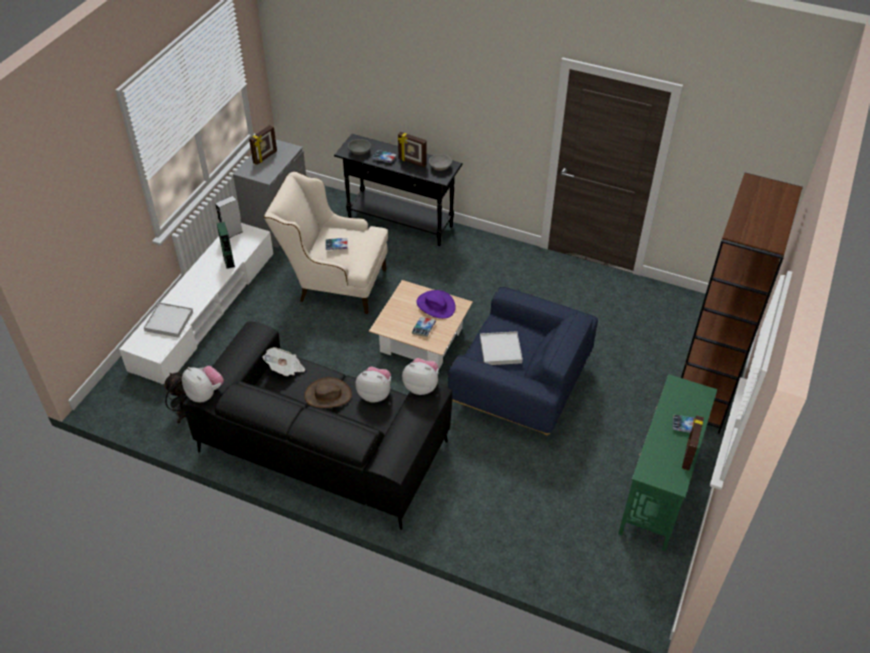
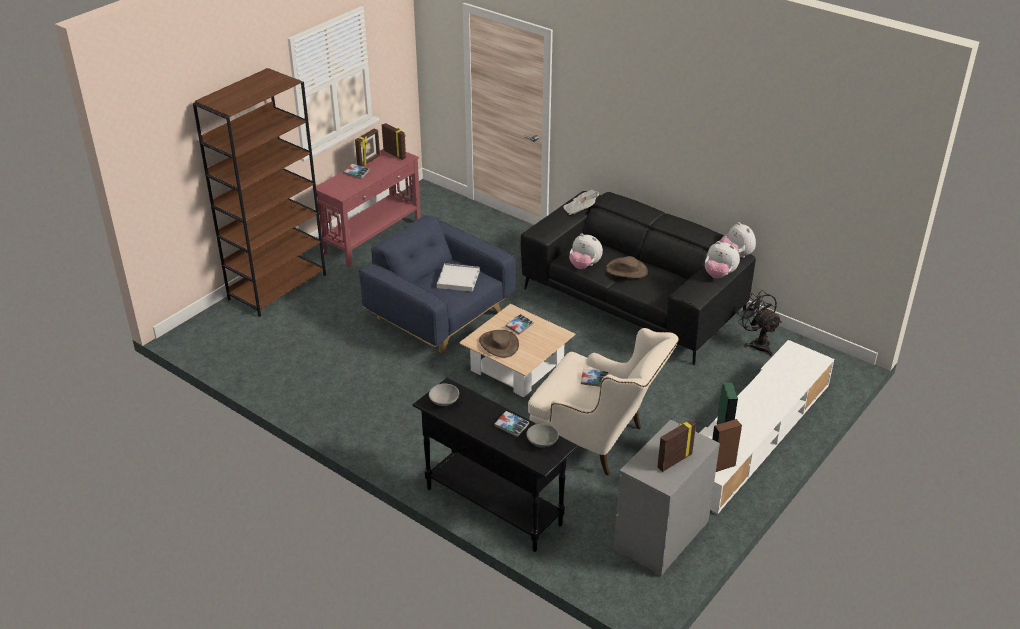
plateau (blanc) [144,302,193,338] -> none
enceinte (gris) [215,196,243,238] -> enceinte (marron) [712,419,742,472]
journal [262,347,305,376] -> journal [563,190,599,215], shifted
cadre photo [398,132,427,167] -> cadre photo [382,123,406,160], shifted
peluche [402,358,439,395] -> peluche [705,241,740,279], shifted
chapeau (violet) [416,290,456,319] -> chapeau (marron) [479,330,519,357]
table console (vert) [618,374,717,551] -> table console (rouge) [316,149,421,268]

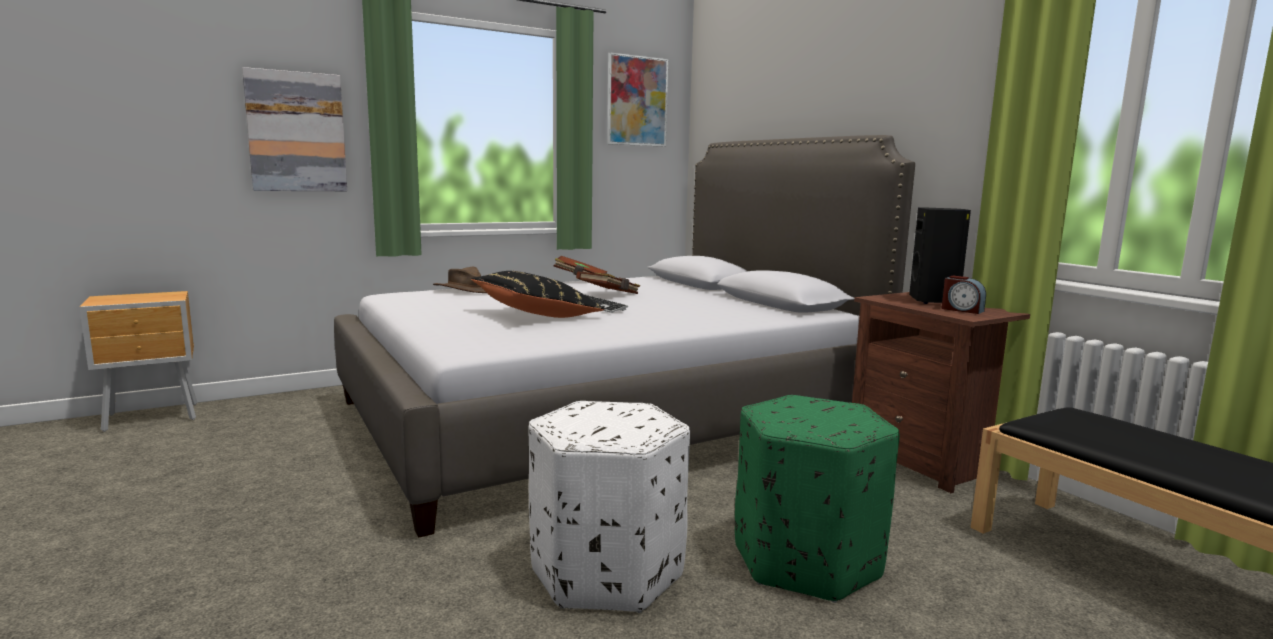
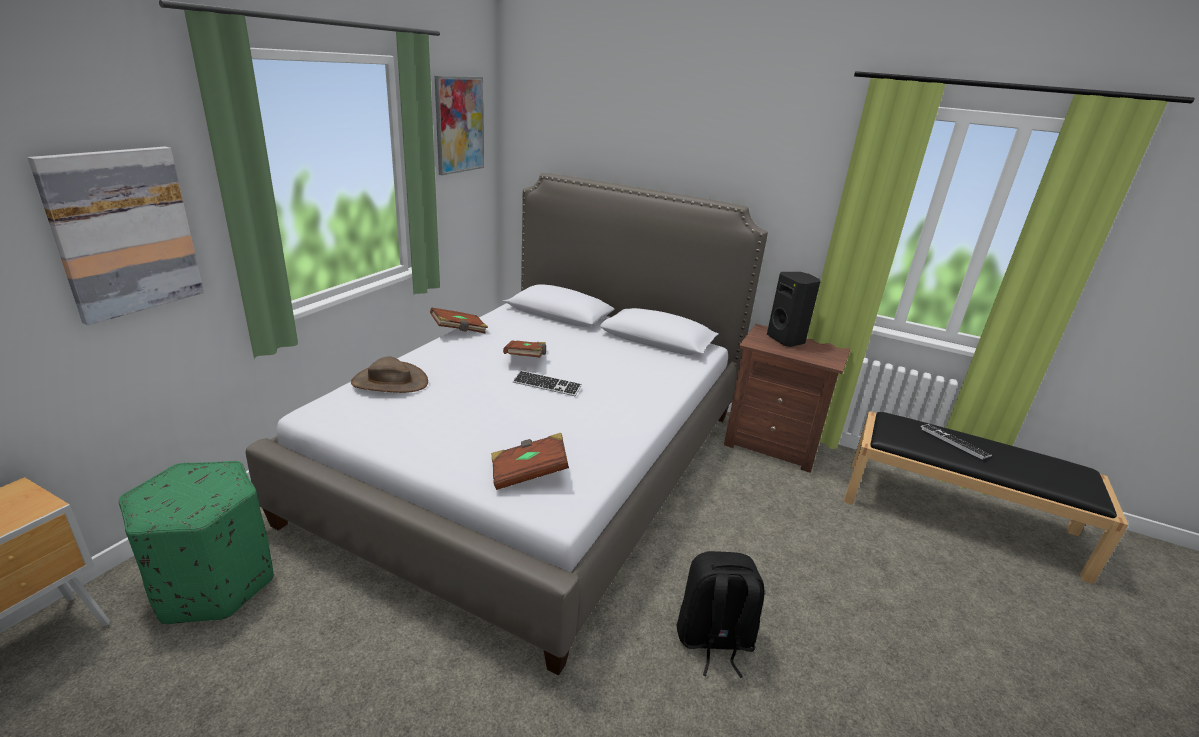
coussin (noir) [471,271,605,318] -> none
pouf (blanc) [528,401,690,613] -> sac à dos (noir) [677,551,765,678]
pouf (vert) [735,395,900,603] -> pouf (vert) [119,461,274,624], shifted
réveil [942,276,986,314] -> none
none -> livre (marron) [492,433,569,490]
none -> clavier [921,424,992,460]

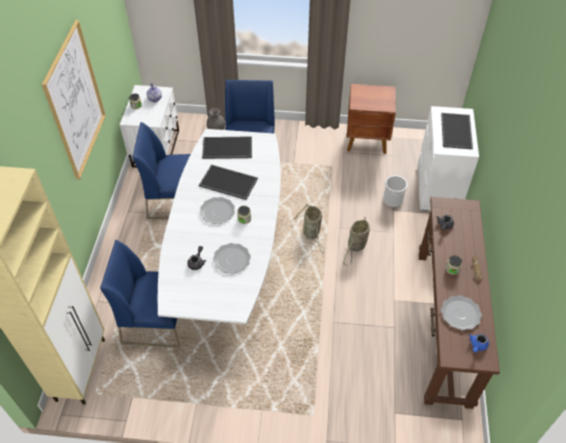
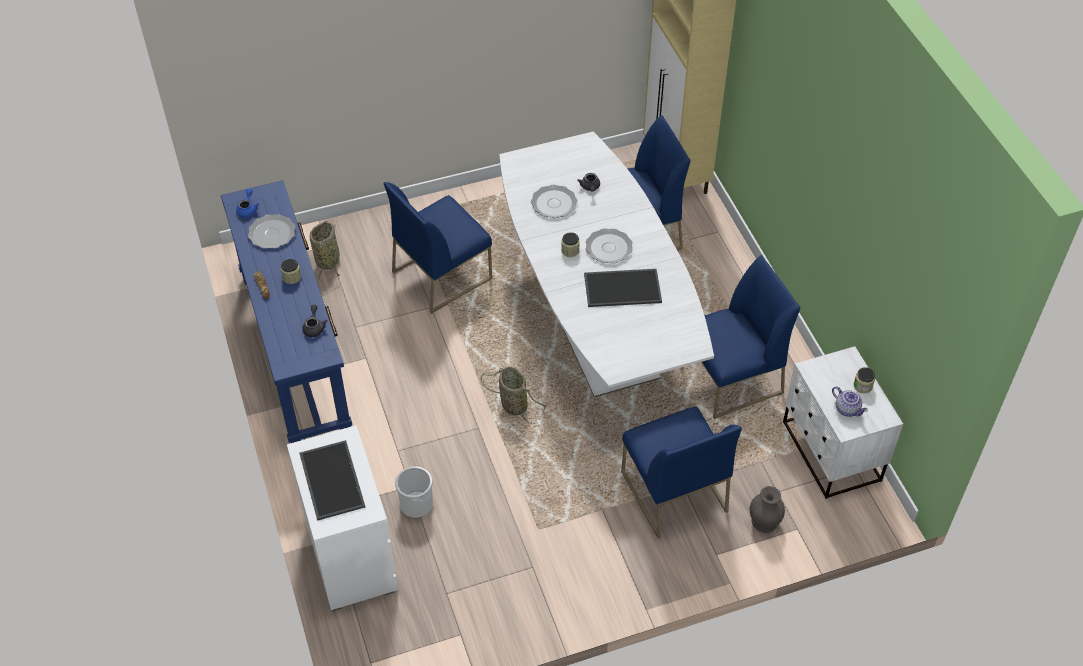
tableau [42,20,106,179] -> none
plateau [202,136,252,159] -> none
panier [343,217,370,266] -> panier [310,221,340,281], shifted
table de chevet (marron) [347,84,396,154] -> none
table console (marron) [419,197,500,409] -> table console (bleu) [221,180,352,443]
none -> chaise (bleu) [384,182,492,314]

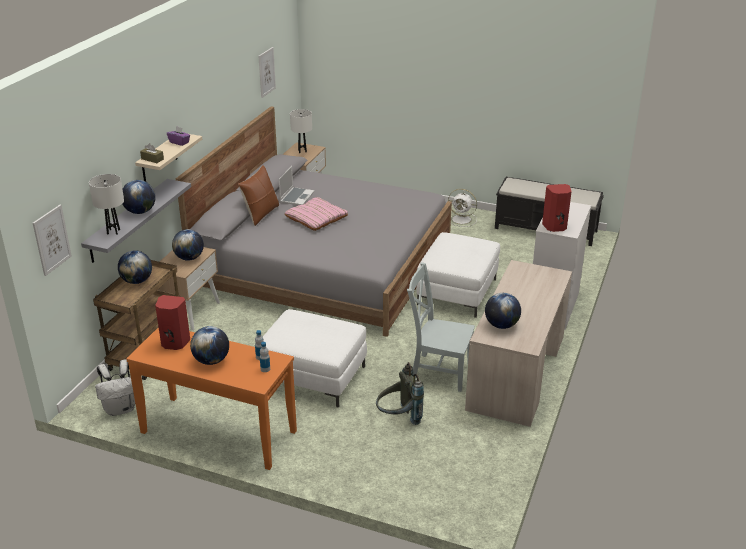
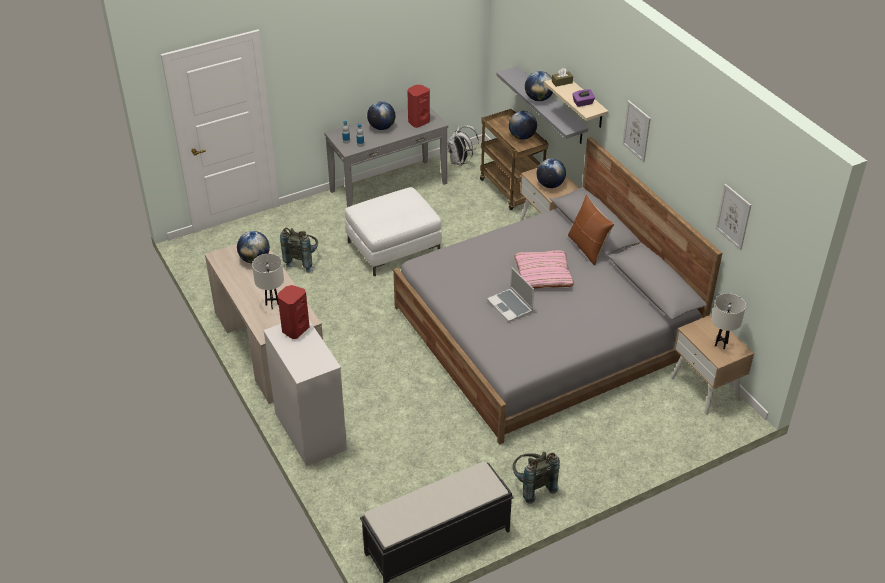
tableau [33,205,72,276] -> tableau [622,100,651,162], shifted
lampe de table (blanc) [89,174,124,235] -> lampe de table (blanc) [252,254,284,310], shifted
table console (orange) [126,327,297,470] -> table console (gris) [324,107,448,207]
ordinateur portable [279,166,315,205] -> ordinateur portable [487,267,534,322], shifted
chaise (gris) [407,262,475,392] -> none
pouf (blanc) [416,232,500,318] -> none
ventilateur (blanc) [448,189,477,227] -> sac à dos (gris) [512,452,560,504]

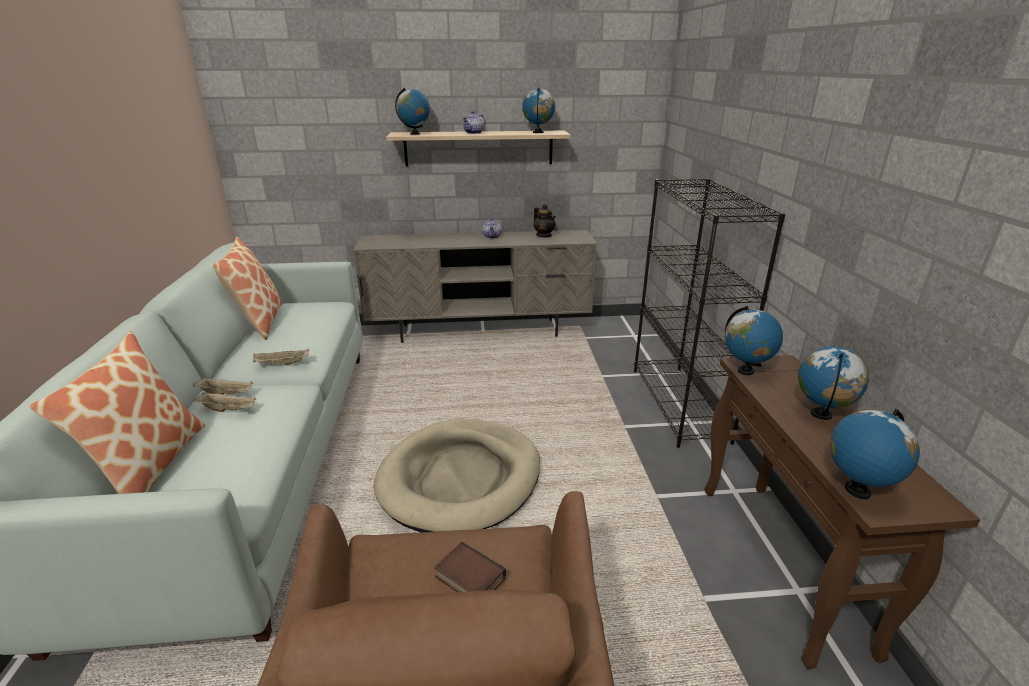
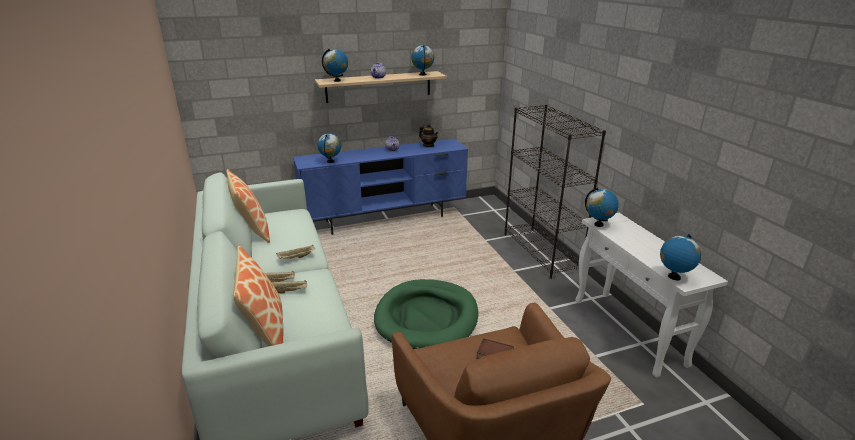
meuble télé (beige) [353,230,597,343] -> meuble télé (bleu) [293,139,468,235]
panier pour chien (beige) [373,419,540,532] -> panier pour chien (vert) [374,279,478,349]
table console (marron) [704,355,980,669] -> table console (blanc) [575,213,728,378]
globe [798,346,869,420] -> globe [317,133,341,163], shifted

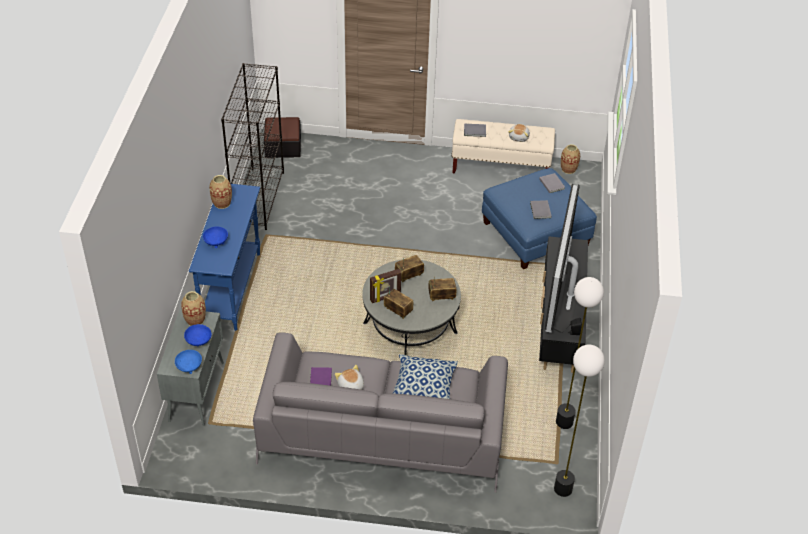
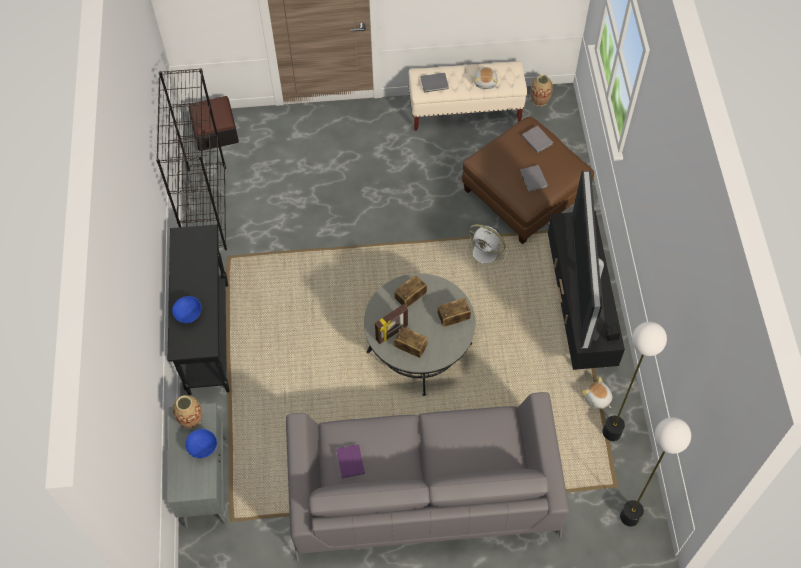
bol (bleu) [175,350,202,374] -> none
table console (bleu) [189,184,260,331] -> table console (noir) [168,224,230,396]
vase [209,175,232,209] -> none
peluche [335,365,364,390] -> peluche [582,376,612,409], shifted
coussin [393,354,458,399] -> none
pouf (bleu) [482,168,597,269] -> pouf (marron) [462,116,594,244]
none -> ventilateur (blanc) [465,224,507,265]

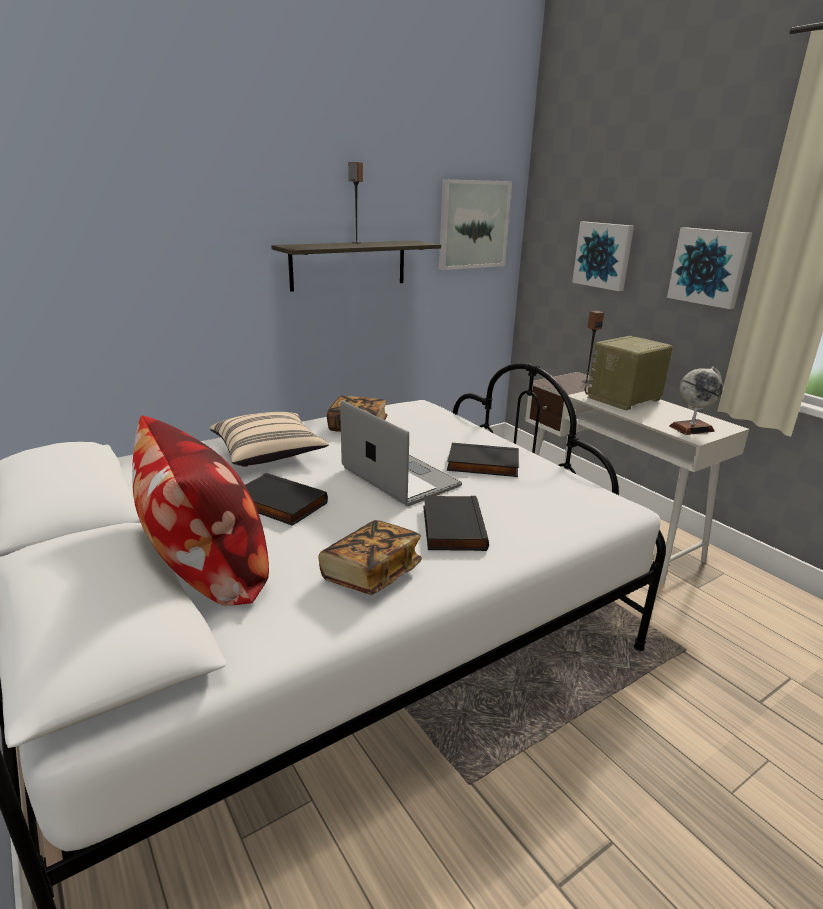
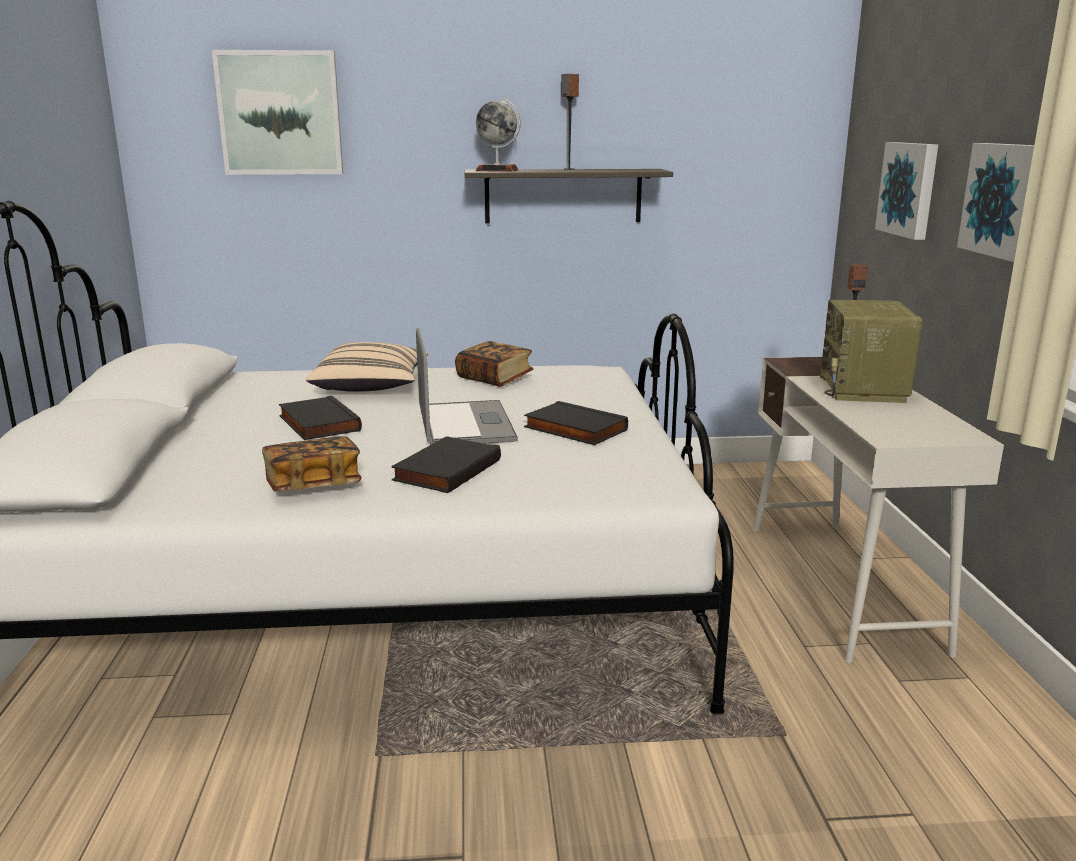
coussin [132,415,269,606] -> none
tableau [439,179,512,270] -> tableau [212,50,343,175], shifted
radio [584,336,673,410] -> radio [820,300,923,403], 75 degrees counterclockwise
globe [669,366,723,435] -> globe [476,98,521,172], shifted

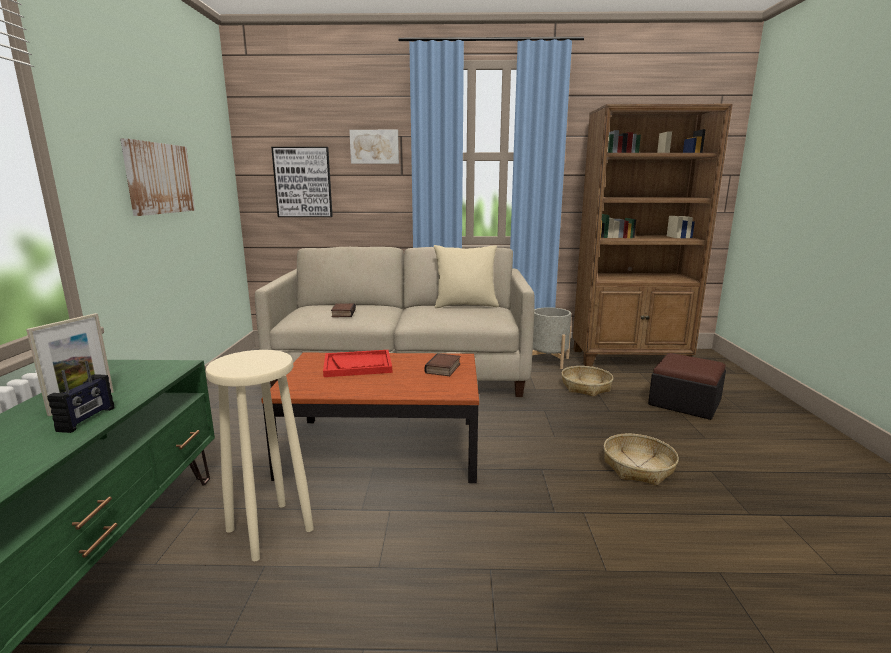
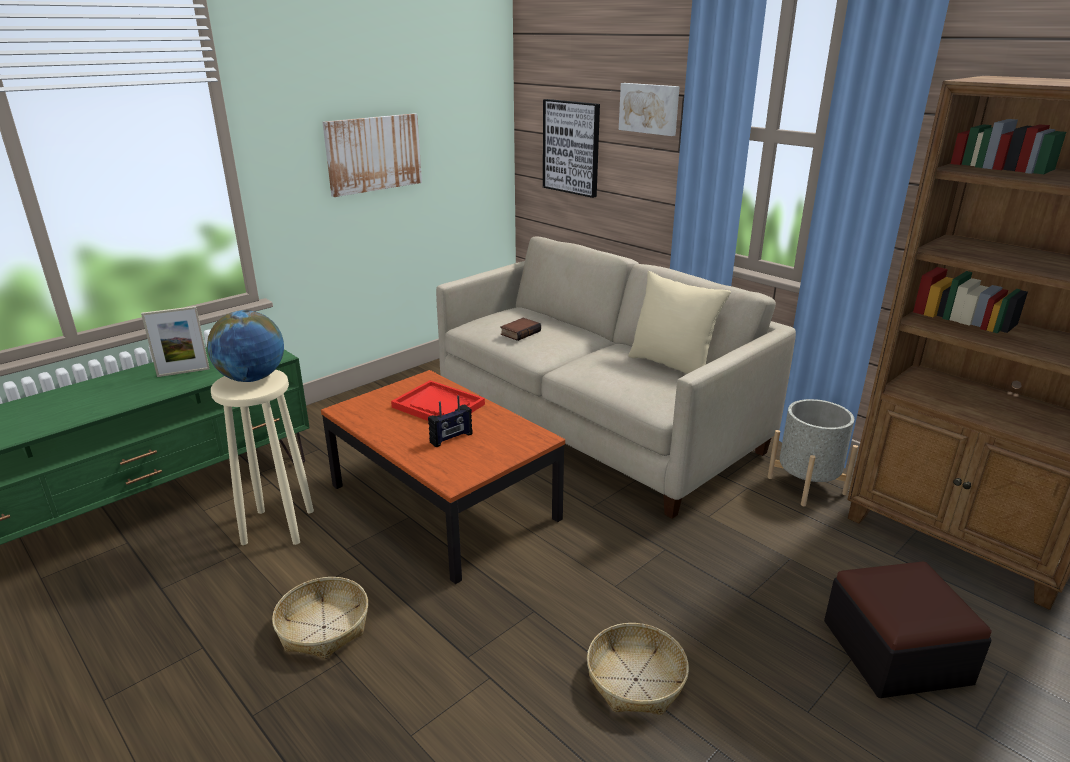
radio [47,361,114,433] -> radio [428,395,473,447], shifted
livre [424,353,461,376] -> none
panier [561,366,613,397] -> panier [272,577,368,659], shifted
none -> globe [207,310,284,382]

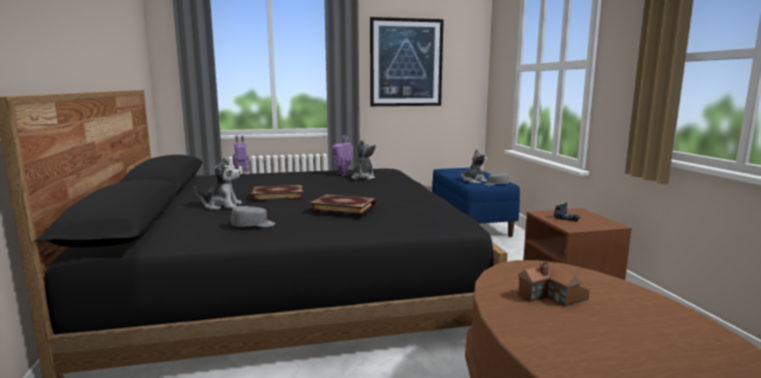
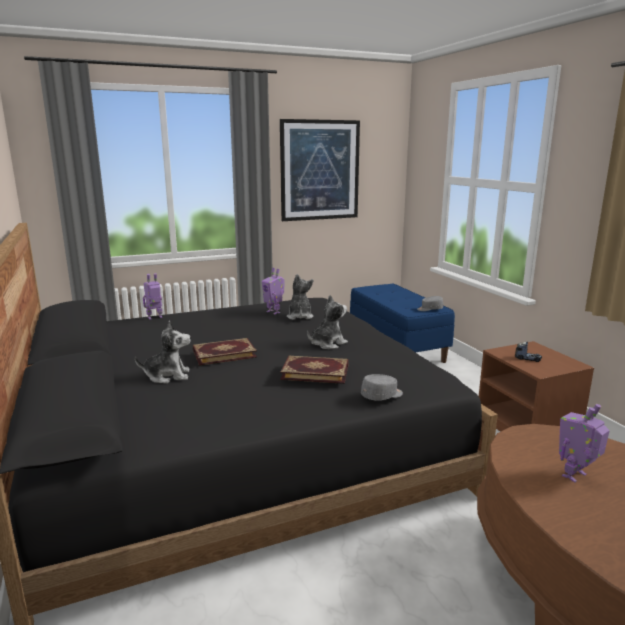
casquette (gris) [231,206,275,227] -> casquette (gris) [361,374,403,401], shifted
peluche [461,149,488,183] -> peluche [307,295,348,349], shifted
maison miniature [518,262,590,307] -> robot jouet [559,404,610,482]

